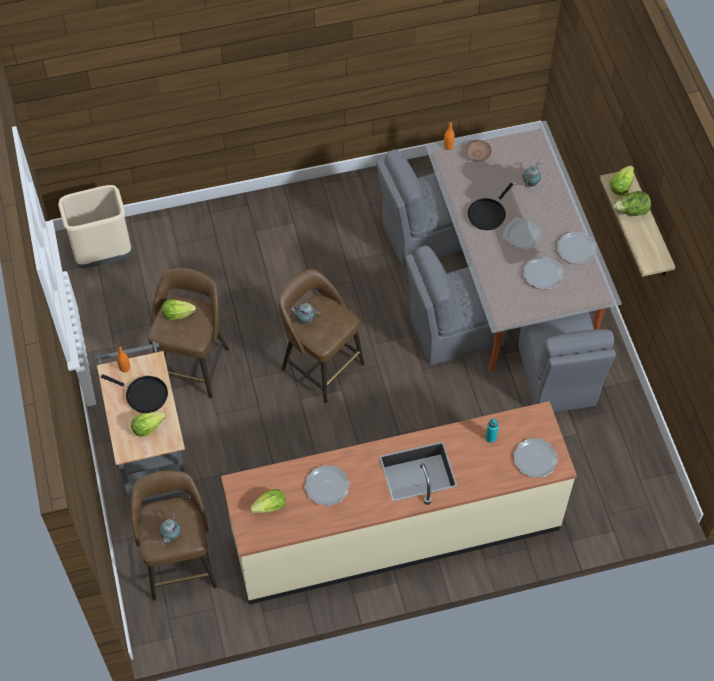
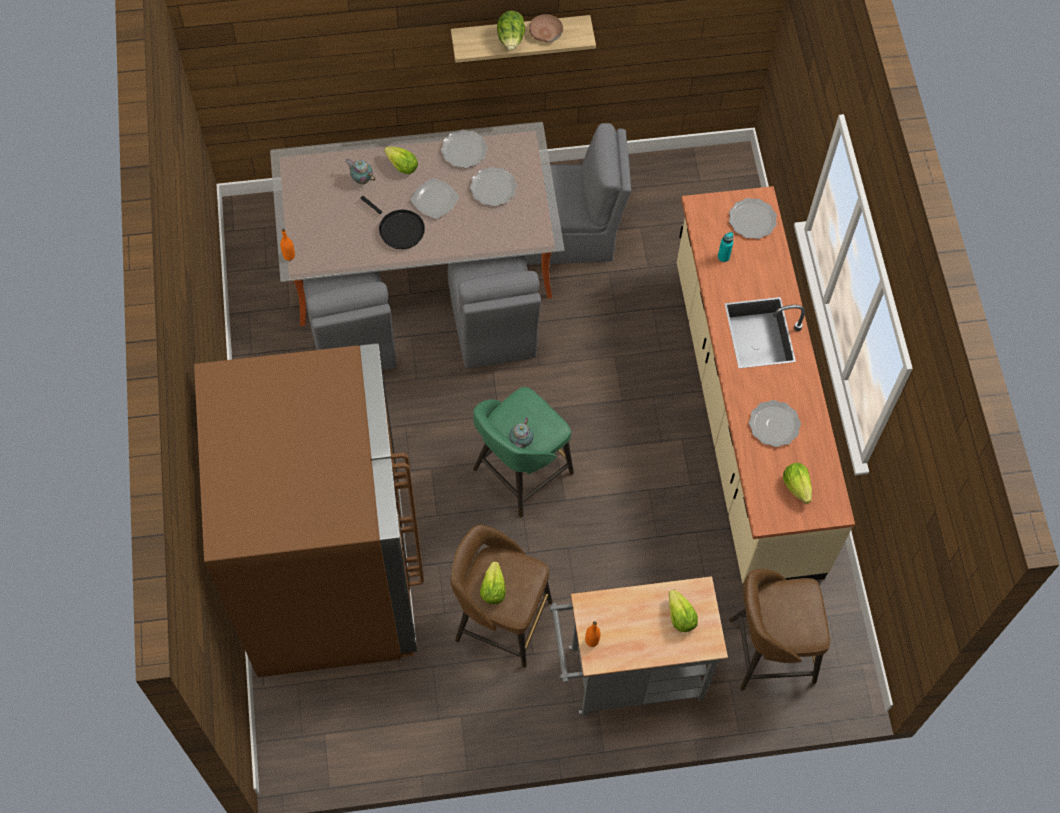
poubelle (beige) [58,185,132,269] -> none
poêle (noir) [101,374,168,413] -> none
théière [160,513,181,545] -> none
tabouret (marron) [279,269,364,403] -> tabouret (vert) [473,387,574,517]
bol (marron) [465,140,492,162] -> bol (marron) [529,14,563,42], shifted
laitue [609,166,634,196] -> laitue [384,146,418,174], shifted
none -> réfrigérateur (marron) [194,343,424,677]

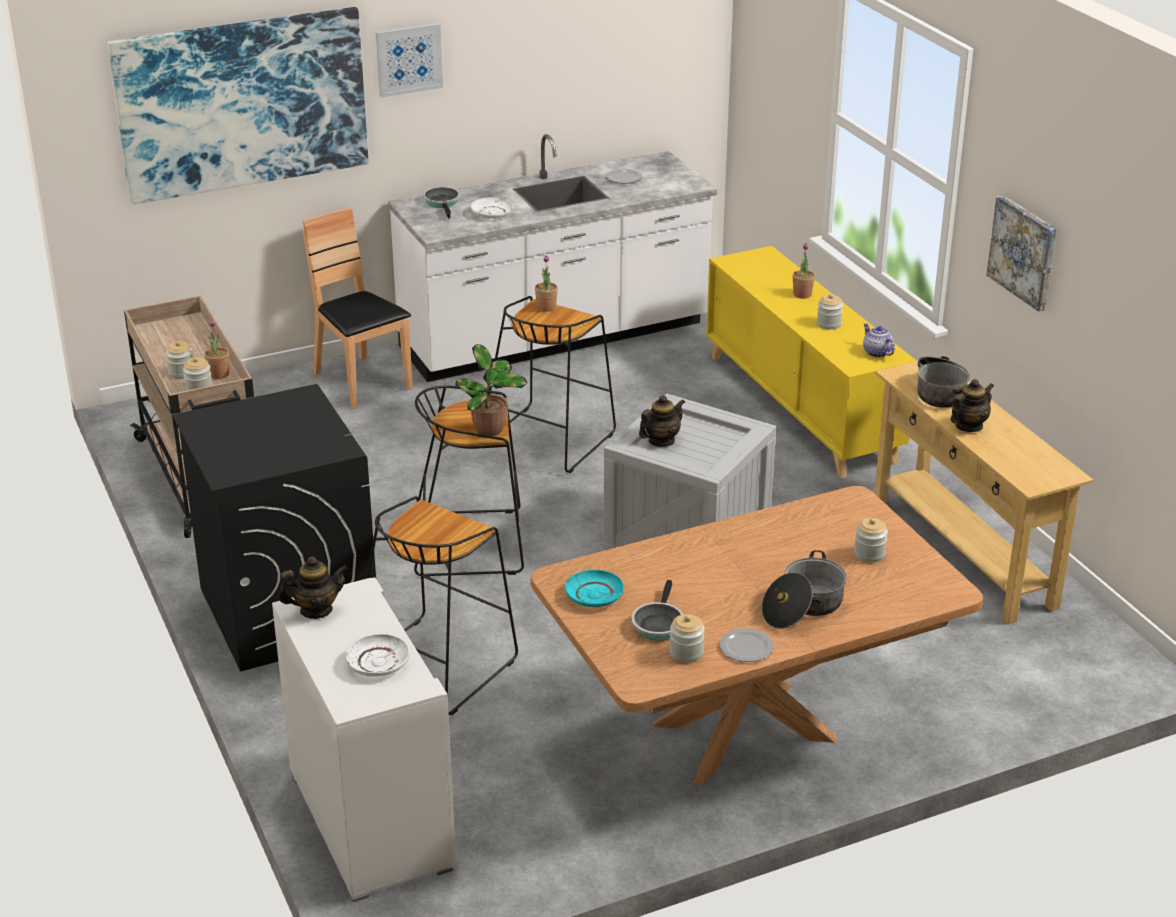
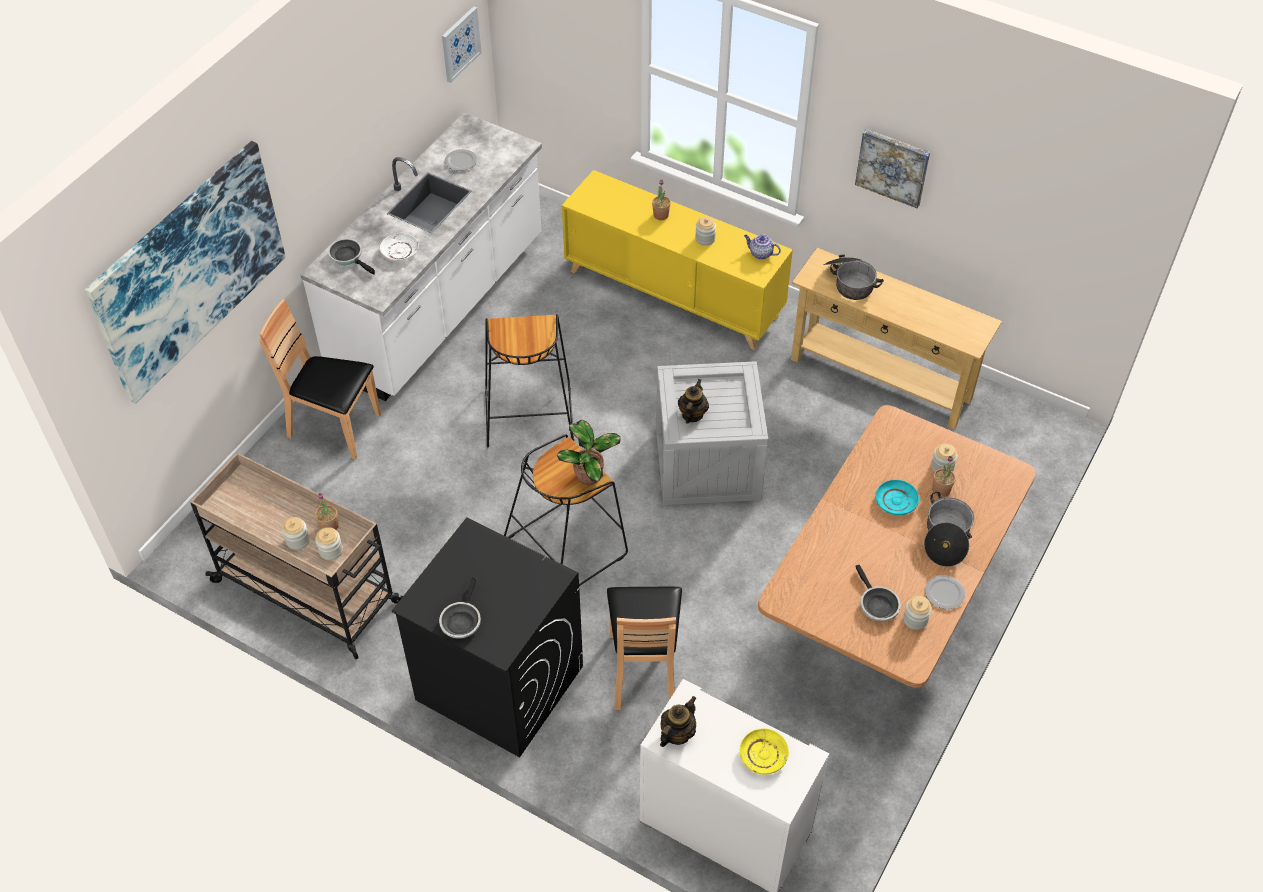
assiette (blanc) [345,634,410,677] -> assiette (jaune) [740,728,789,775]
tabouret (noir) [366,496,518,715] -> chaise (marron) [607,587,682,710]
tableau [376,23,443,98] -> tableau [442,6,482,83], shifted
plante en pot [535,255,558,312] -> plante en pot [932,456,956,497], shifted
assiette (turquoise) [565,570,624,607] -> assiette (turquoise) [875,480,919,515], shifted
théière [950,379,994,432] -> none
none -> poêle [439,577,481,638]

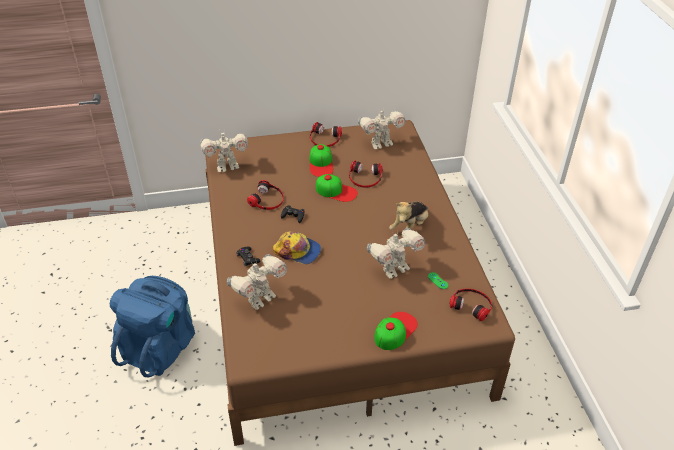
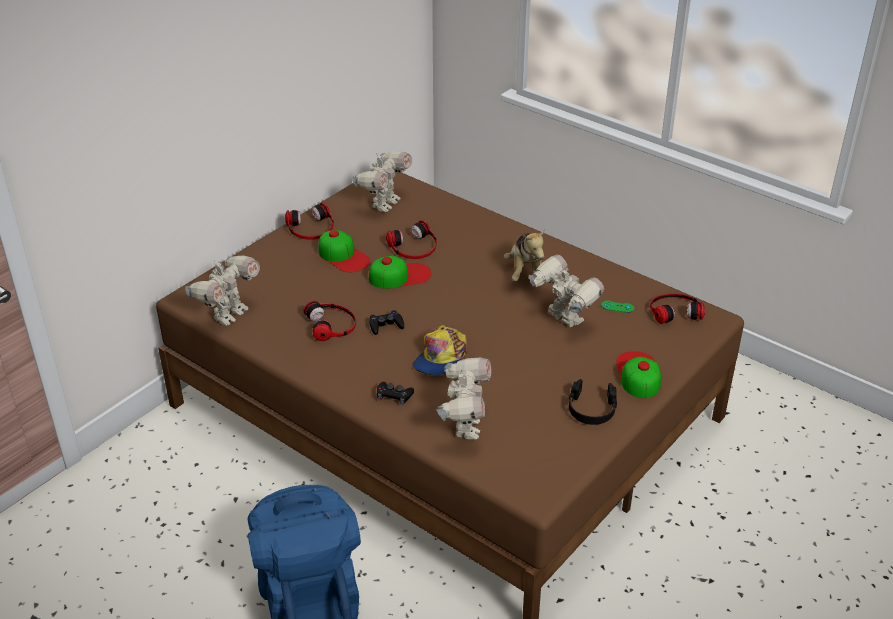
casquette [273,232,321,264] -> casquette [412,325,467,375], 135 degrees clockwise
robot jouet [367,228,426,279] -> robot jouet [529,255,604,328], 60 degrees counterclockwise
none -> casque audio (noir) [568,379,617,425]

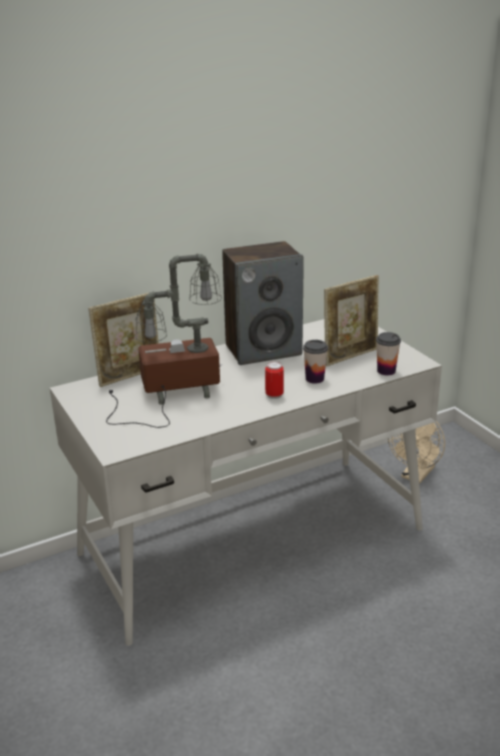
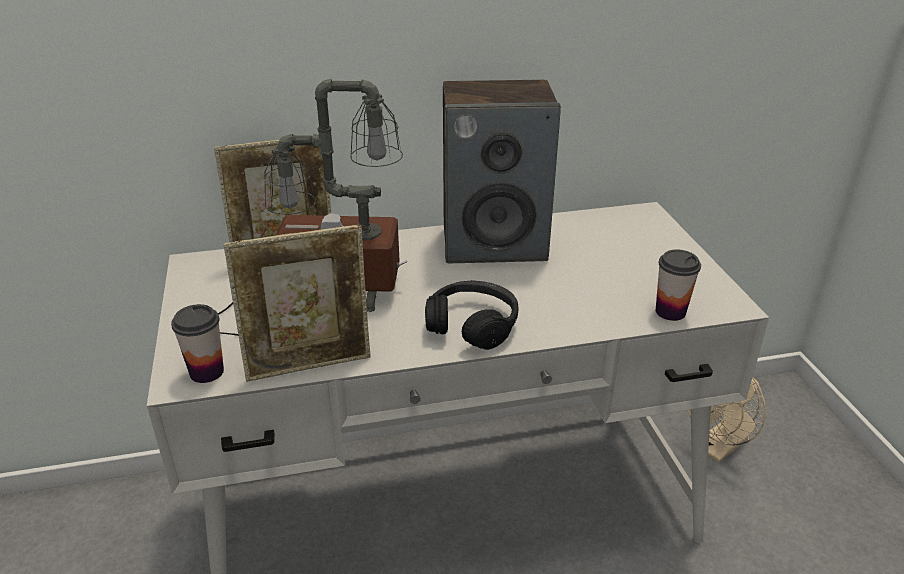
boîte métallique [265,362,284,399] -> casque audio (noir) [425,280,519,350]
tasse [303,340,328,384] -> tasse [171,304,224,383], shifted
cadre photo [324,275,379,366] -> cadre photo [224,225,371,382], shifted

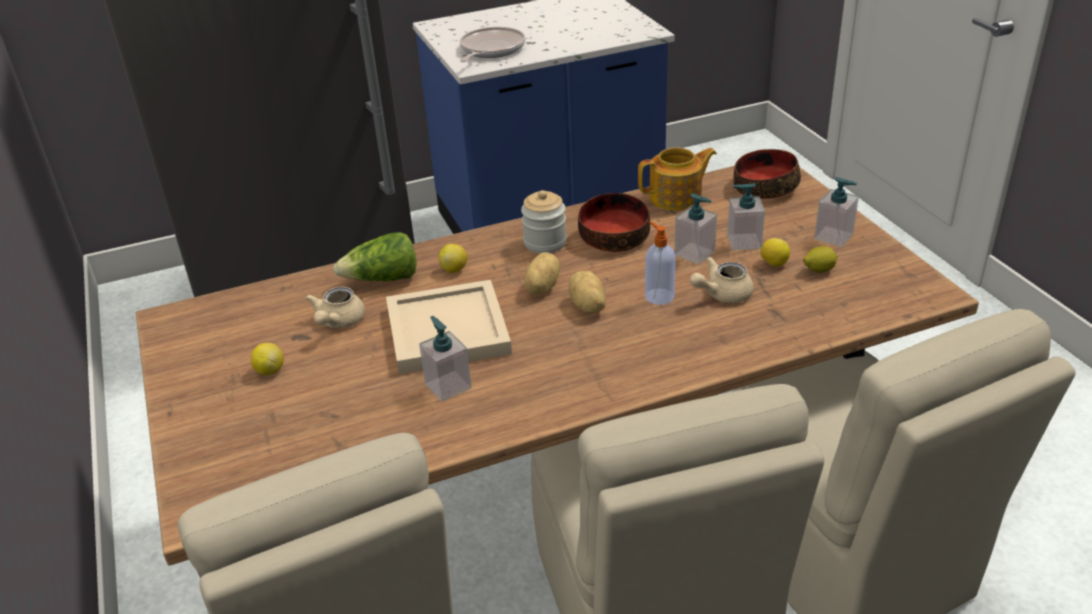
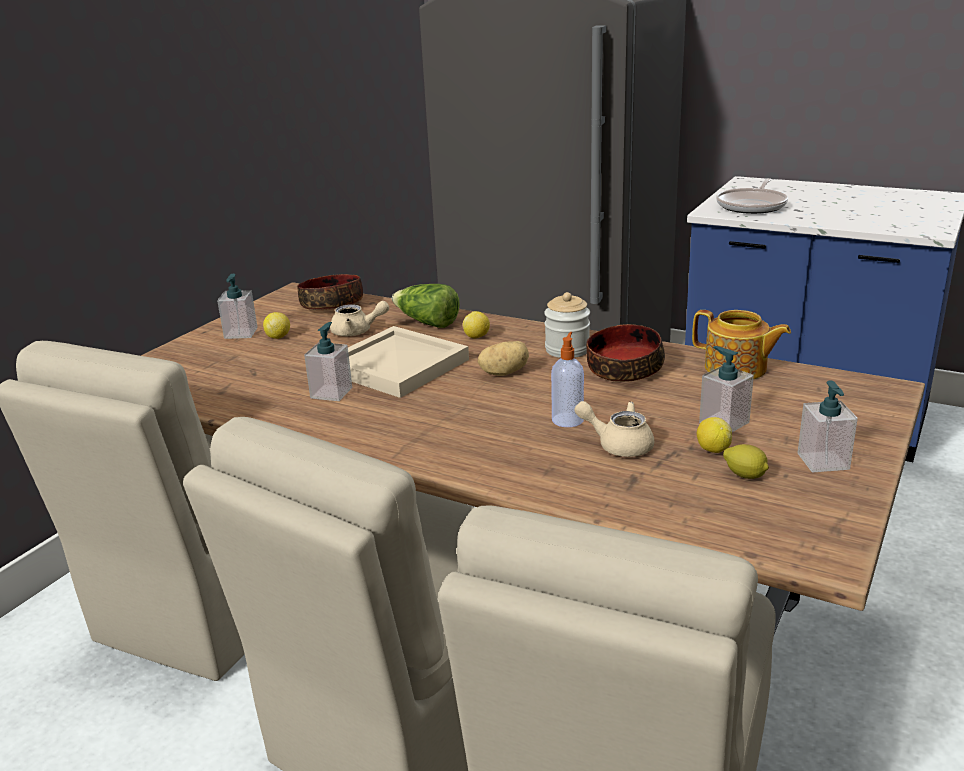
théière (beige) [305,287,365,328] -> théière (beige) [330,301,389,336], 150 degrees counterclockwise
poêle [460,27,526,62] -> poêle [716,178,788,214], 135 degrees clockwise
pomme de terre [569,271,605,313] -> none
distributeur de savon [674,193,717,264] -> distributeur de savon [217,274,258,339], shifted
bol [733,149,801,199] -> bol [297,274,363,310], shifted

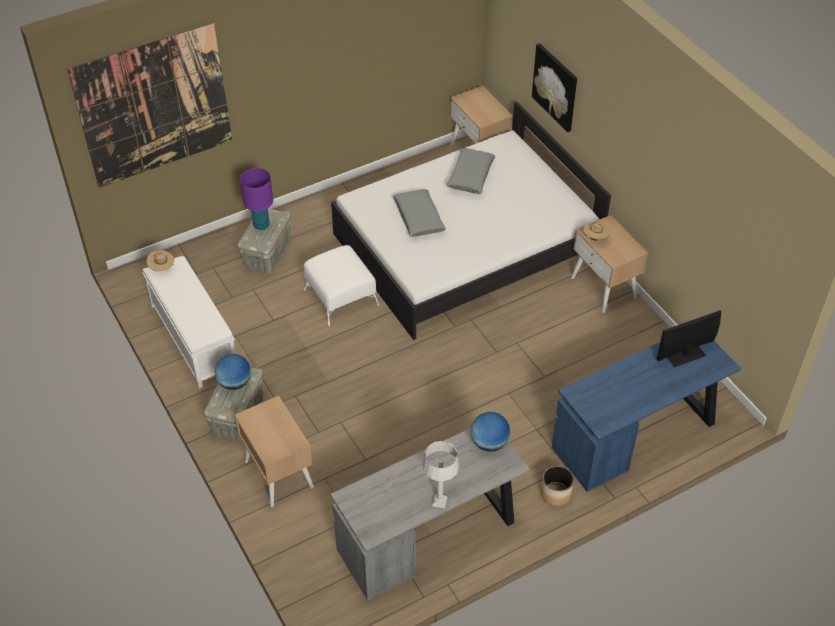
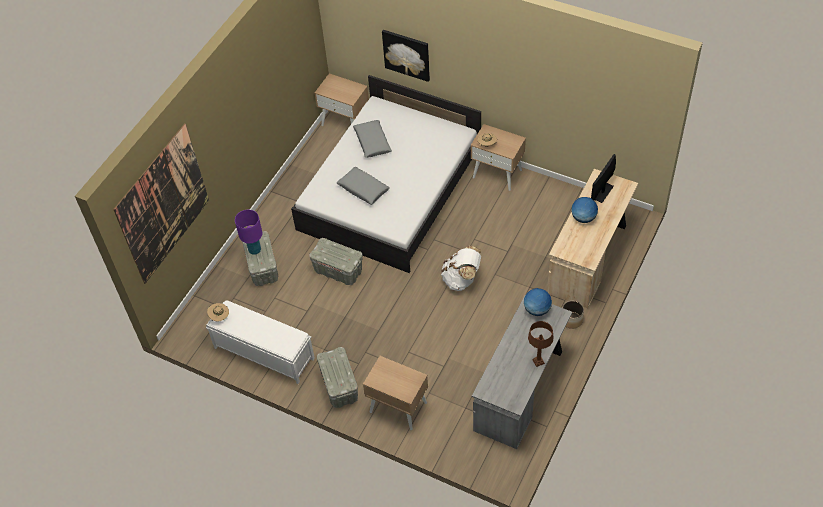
globe [215,354,251,390] -> globe [571,197,598,223], shifted
pouf (blanc) [304,245,379,326] -> boîte de rangement (gris) [309,238,363,285]
lampe de table (gris) [423,441,459,509] -> lampe de table (marron) [528,321,554,367]
bureau (bleu) [552,341,741,492] -> bureau (beige) [547,169,638,308]
none -> sac à dos (blanc) [441,246,481,291]

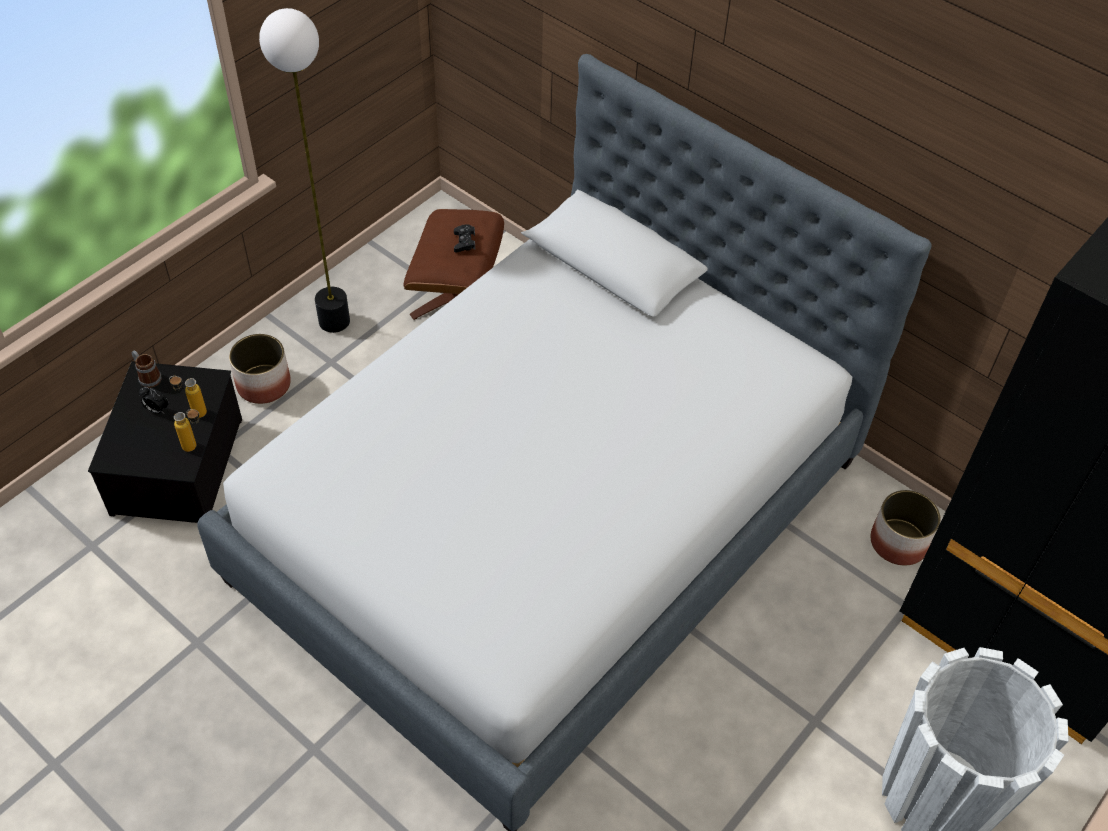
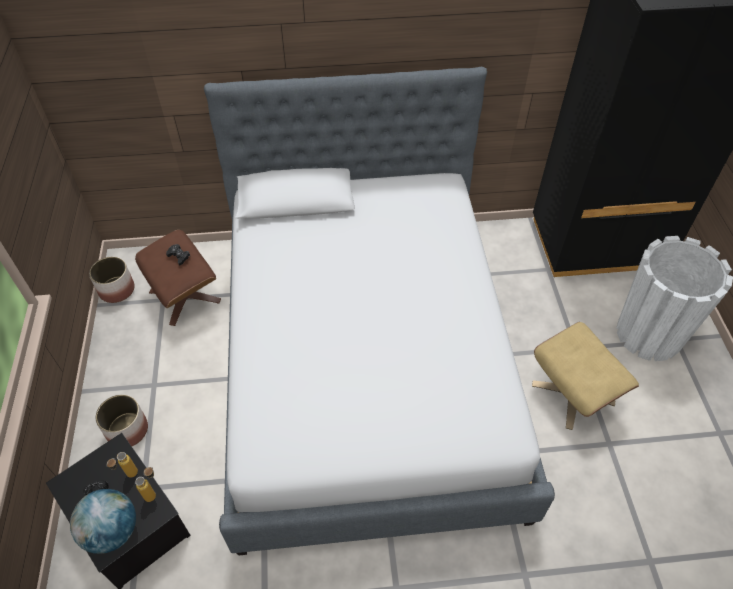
mug [132,351,161,388] -> none
lampadaire [259,8,350,333] -> none
cache-pot [871,490,941,566] -> cache-pot [89,257,135,303], shifted
none -> globe [70,489,136,554]
none -> pouf (beige) [532,322,639,430]

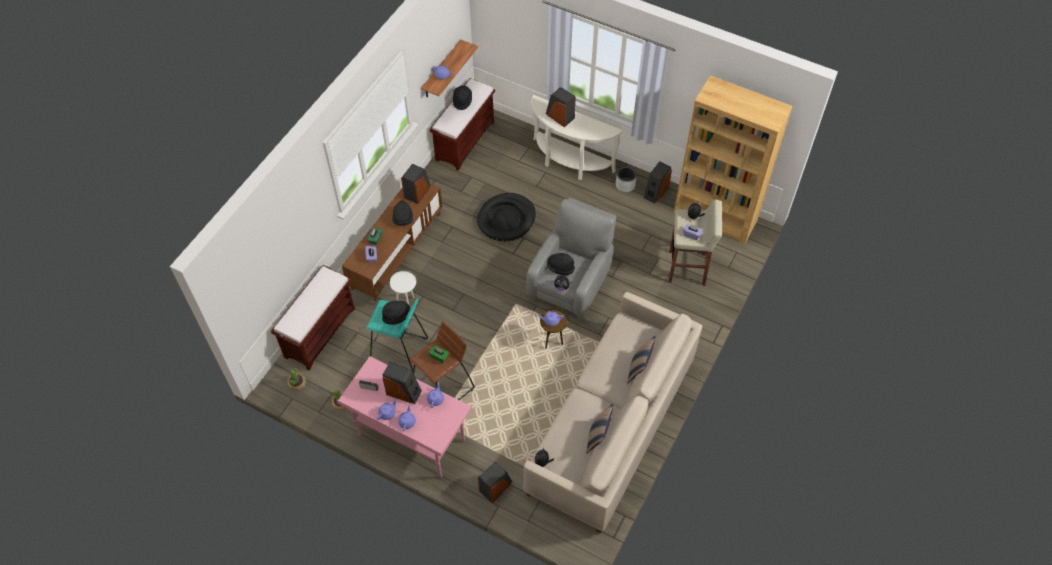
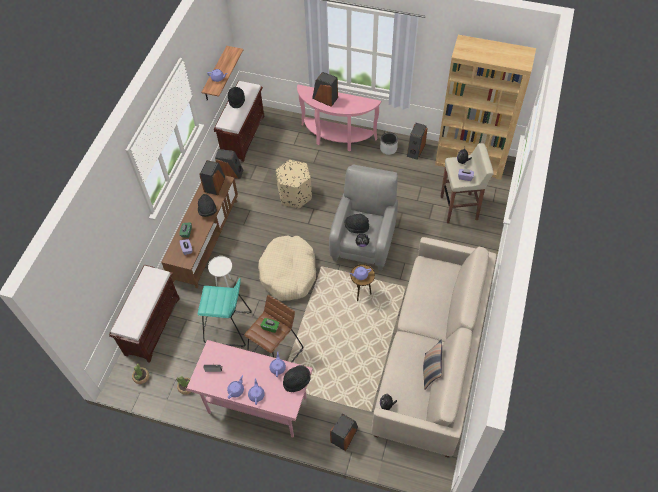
chapeau (noir) [382,301,410,325] -> chapeau (noir) [283,365,311,392], shifted
enceinte [383,361,422,404] -> enceinte [215,149,243,179], shifted
panier pour chien (noir) [477,193,536,241] -> pouf (beige) [276,160,312,208]
table console (blanc) [532,95,623,180] -> table console (rose) [297,85,381,151]
coussin [627,336,656,384] -> none
none -> panier pour chien (beige) [258,236,316,301]

